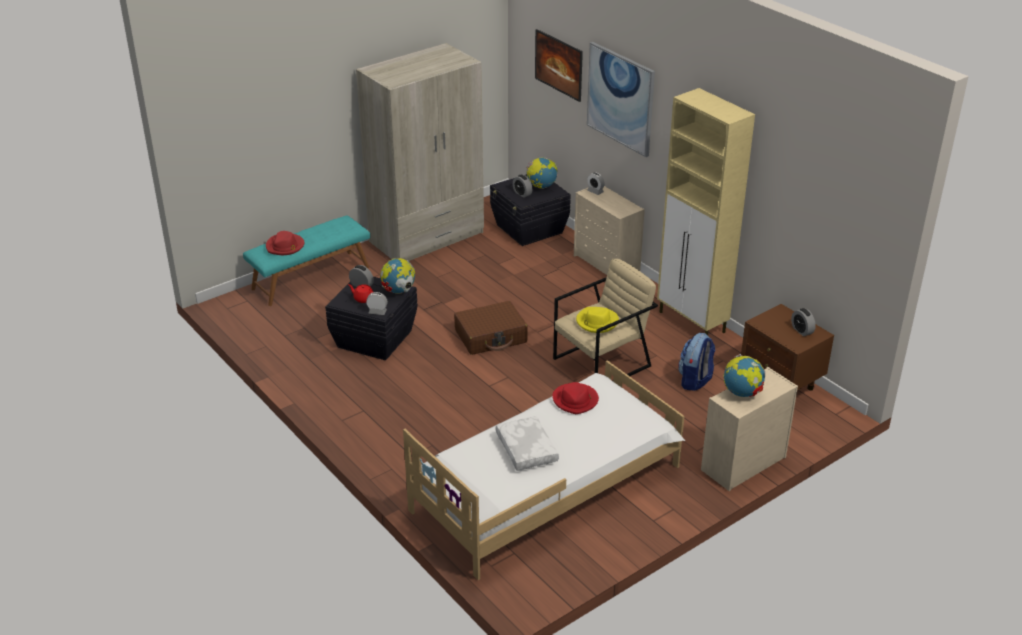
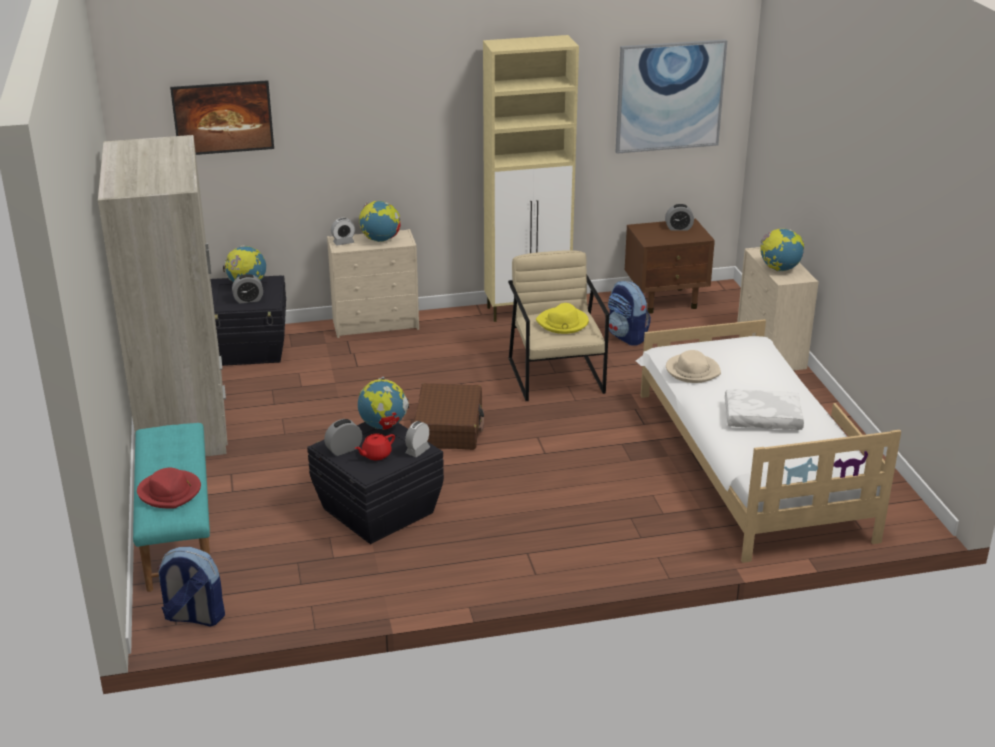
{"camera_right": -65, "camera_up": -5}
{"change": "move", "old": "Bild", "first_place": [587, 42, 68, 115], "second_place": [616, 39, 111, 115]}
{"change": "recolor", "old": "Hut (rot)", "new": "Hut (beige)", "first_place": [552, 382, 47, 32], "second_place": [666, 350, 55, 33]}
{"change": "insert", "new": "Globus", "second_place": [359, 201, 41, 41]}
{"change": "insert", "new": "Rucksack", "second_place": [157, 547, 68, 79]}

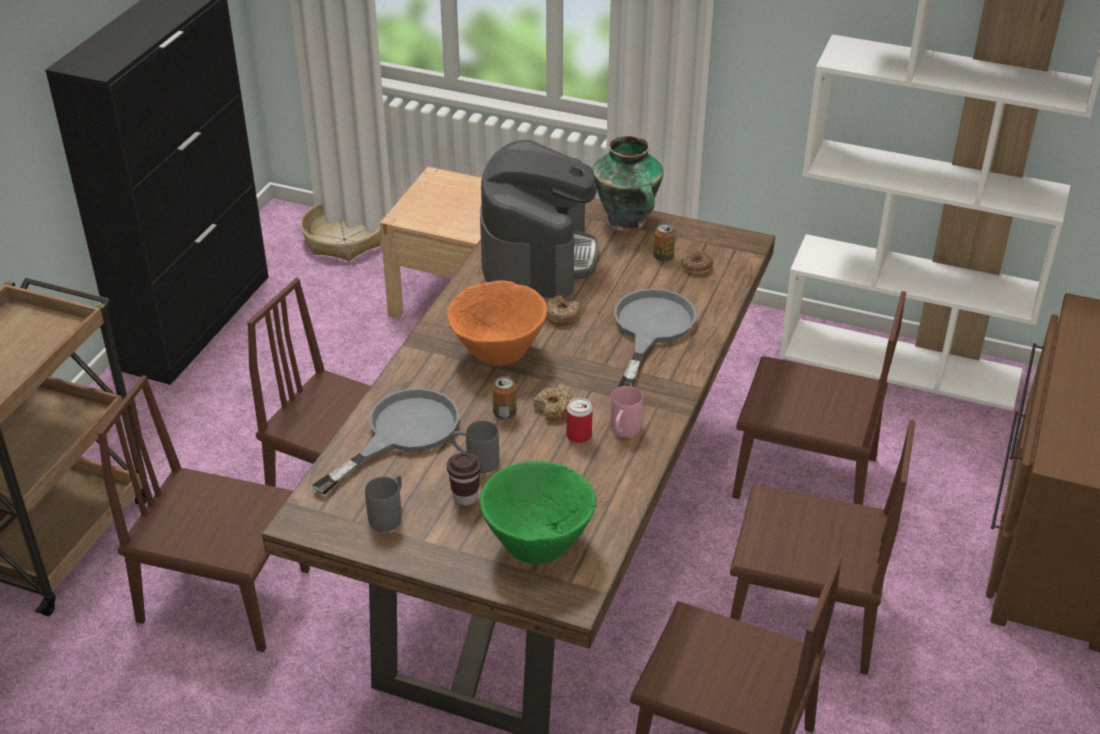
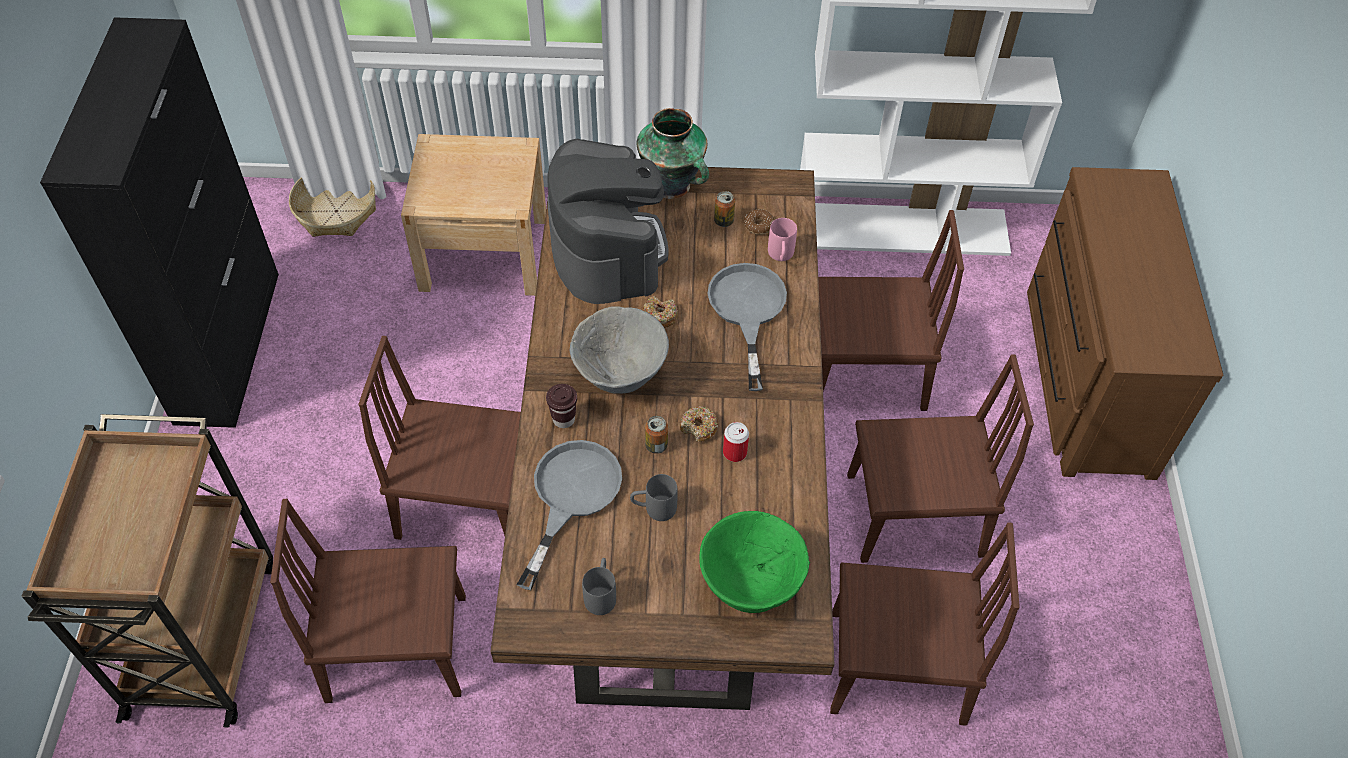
{"camera_right": -20, "camera_up": 15}
{"change": "recolor", "old": "Schüssel (orange)", "new": "Schüssel (grau)", "first_place": [447, 280, 100, 86], "second_place": [570, 306, 99, 88]}
{"change": "move", "old": "Henkelbecher (rosa)", "first_place": [610, 386, 33, 51], "second_place": [768, 218, 29, 43]}
{"change": "move", "old": "Tasse (braun)", "first_place": [447, 452, 34, 53], "second_place": [546, 384, 31, 44]}

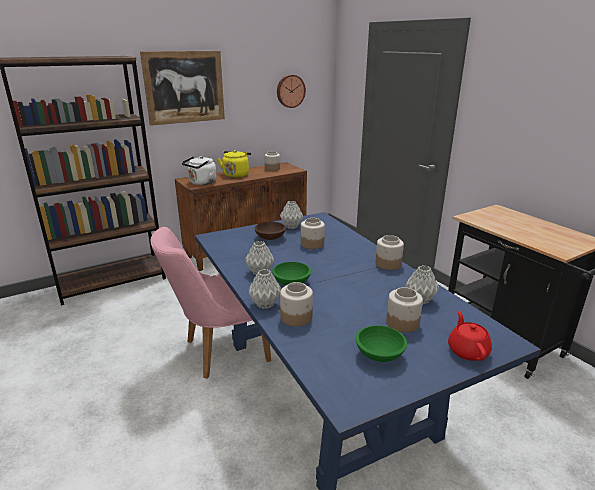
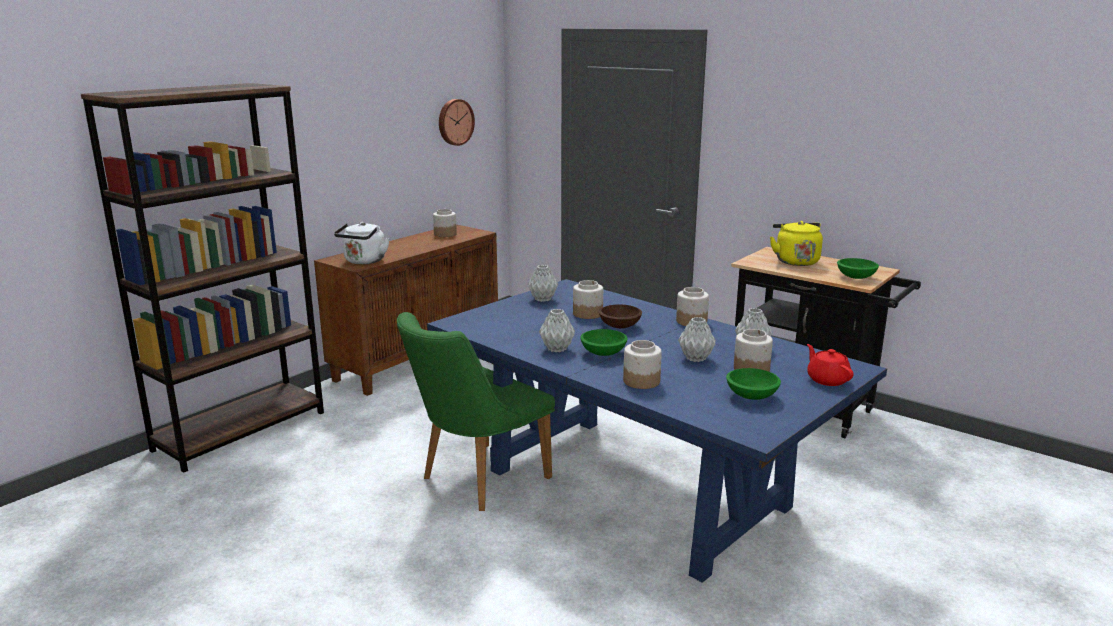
{"camera_right": -20, "camera_up": -5}
{"change": "delete", "old": "Bild", "first_place": [140, 51, 85, 75]}
{"change": "move", "old": "Wasserkessel (gelb)", "first_place": [217, 150, 34, 28], "second_place": [770, 221, 53, 45]}
{"change": "move", "old": "Schüssel (braun)", "first_place": [254, 222, 32, 18], "second_place": [599, 304, 43, 24]}
{"change": "recolor", "old": "Stuhl (rosa)", "new": "Stuhl (grün)", "first_place": [150, 227, 121, 152], "second_place": [397, 312, 158, 199]}
{"change": "move", "old": "Vase (grau)", "first_place": [248, 269, 33, 40], "second_place": [678, 317, 38, 45]}
{"change": "insert", "new": "Schüssel (grün)", "second_place": [837, 258, 42, 21]}

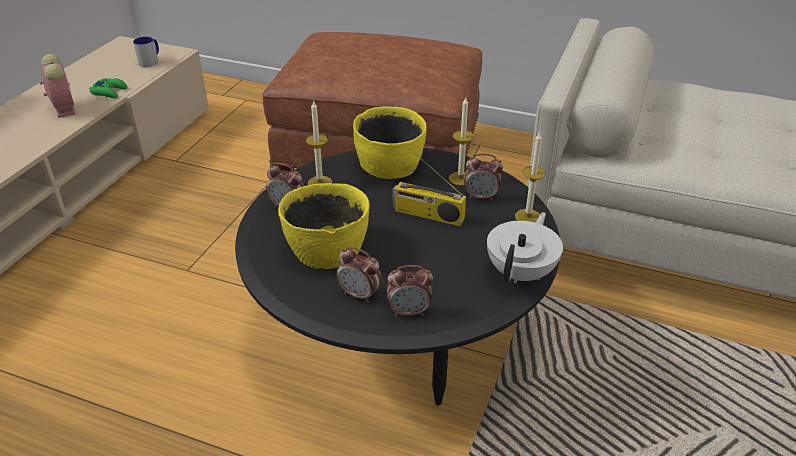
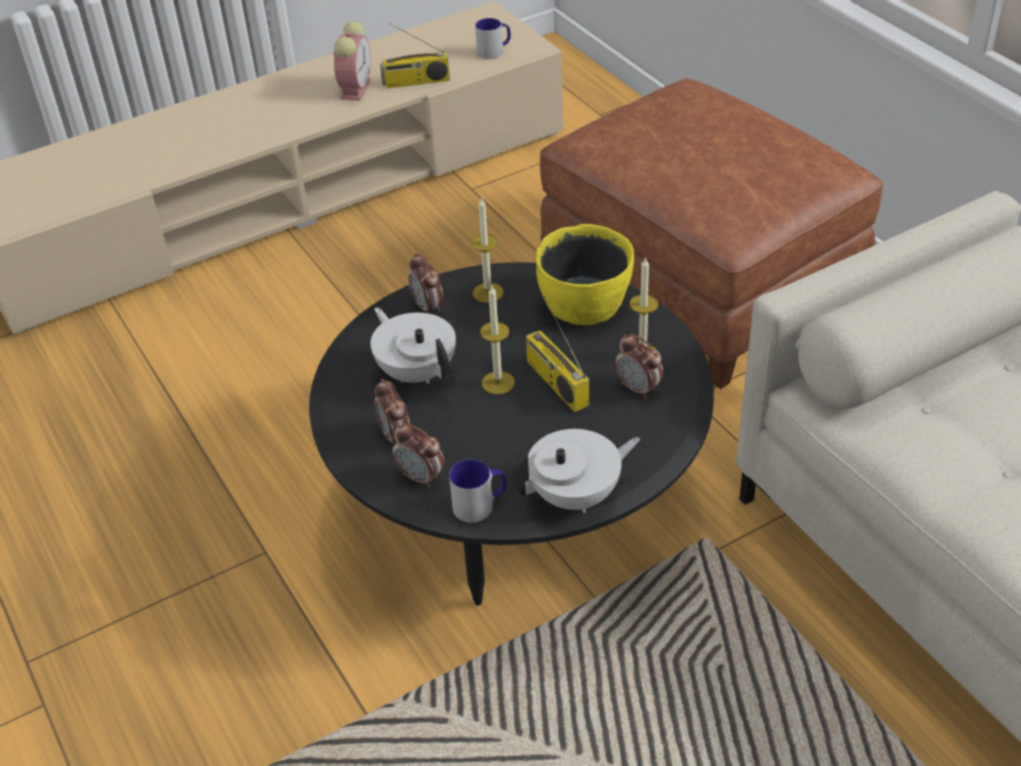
{"camera_right": 40, "camera_up": 5}
{"change": "replace", "old": "Gamepad (grün)", "new": "Radio", "first_place": [89, 78, 38, 20], "second_place": [380, 23, 70, 65]}
{"change": "move", "old": "Kerze", "first_place": [515, 132, 31, 91], "second_place": [480, 286, 35, 108]}
{"change": "replace", "old": "Schüssel (gelb)", "new": "Teekanne (weiß)", "first_place": [278, 183, 92, 86], "second_place": [370, 307, 86, 76]}
{"change": "insert", "new": "Henkelbecher", "second_place": [449, 459, 58, 64]}

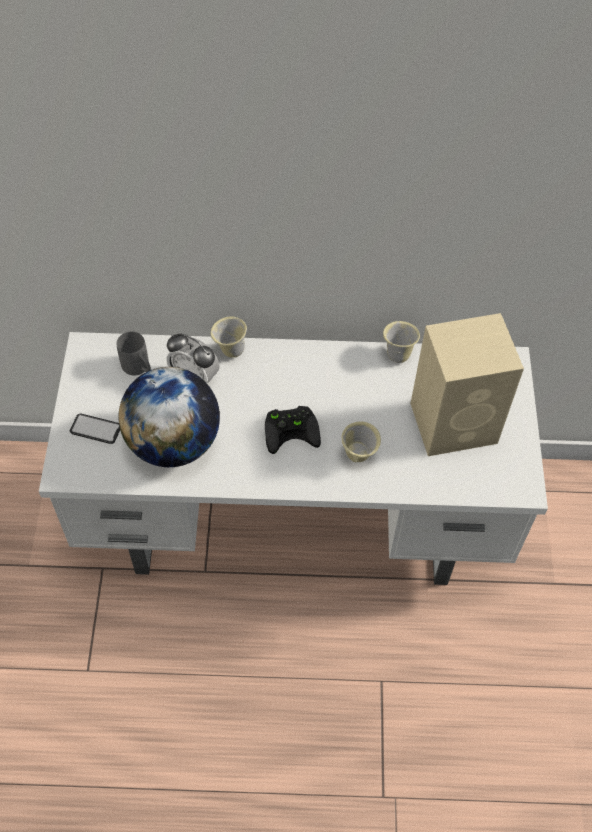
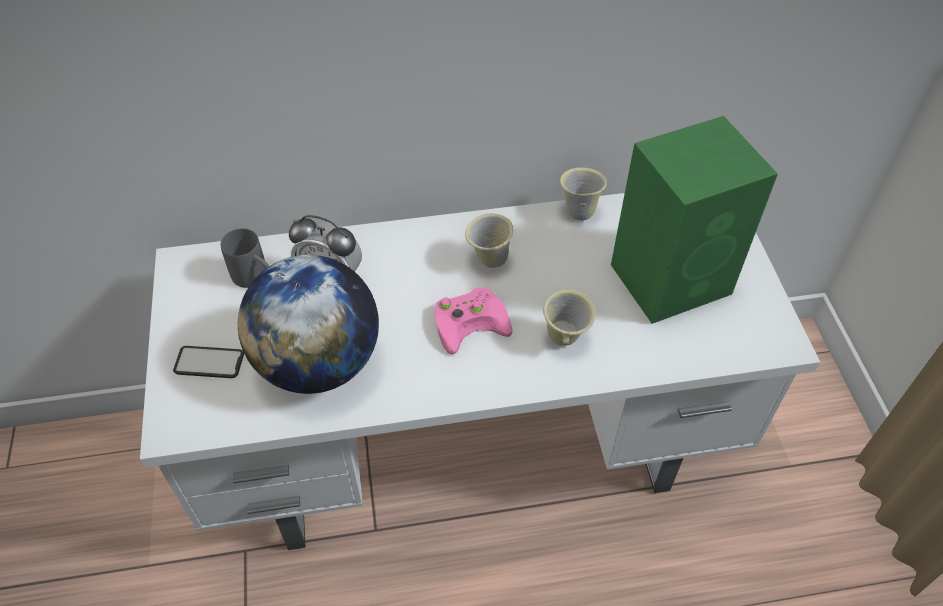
{"camera_right": -10, "camera_up": -5}
{"change": "recolor", "old": "Lautsprecher (beige)", "new": "Lautsprecher (grün)", "first_place": [410, 313, 114, 143], "second_place": [611, 116, 167, 208]}
{"change": "move", "old": "Henkelbecher (beige)", "first_place": [210, 316, 37, 42], "second_place": [465, 213, 48, 55]}
{"change": "recolor", "old": "Gamepad (schwarz)", "new": "Gamepad (rosa)", "first_place": [265, 406, 56, 48], "second_place": [435, 288, 77, 66]}

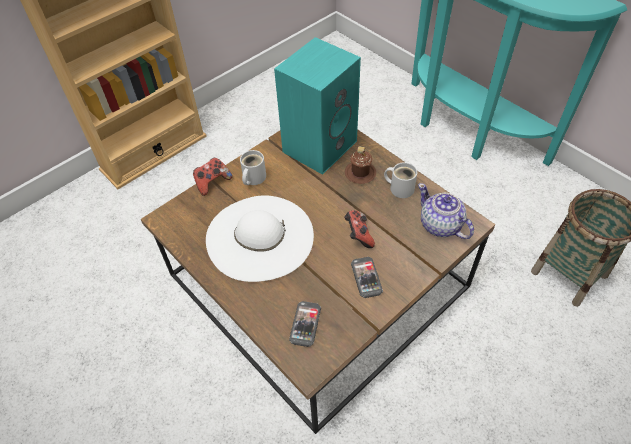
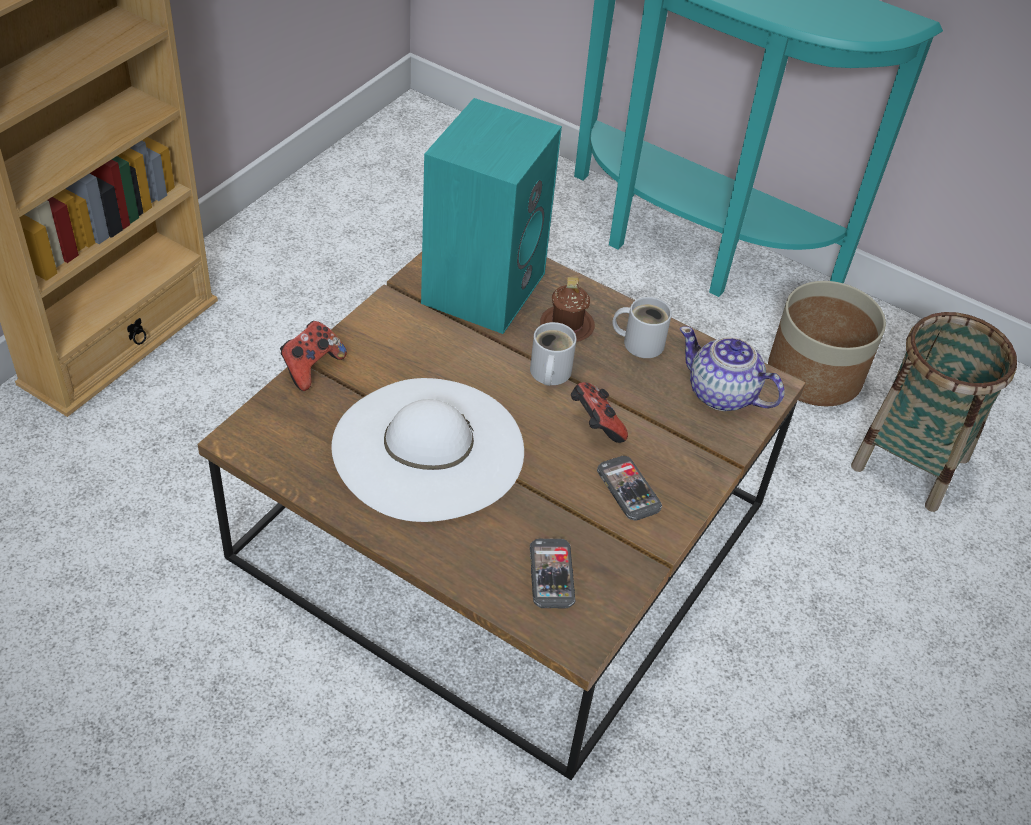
{"camera_right": -20, "camera_up": -5}
{"change": "move", "old": "Henkelbecher (weiß)", "first_place": [240, 150, 26, 35], "second_place": [530, 322, 47, 64]}
{"change": "insert", "new": "Pflanzkübel", "second_place": [768, 281, 118, 125]}

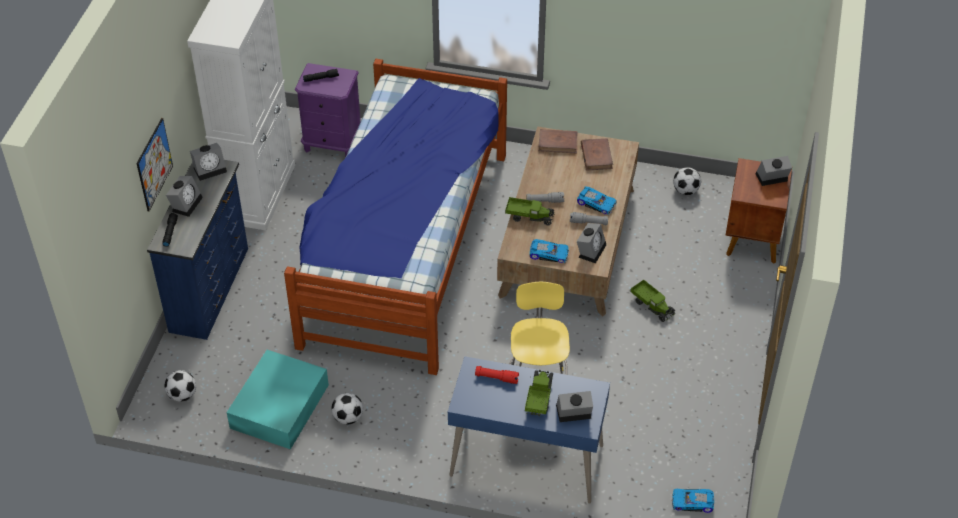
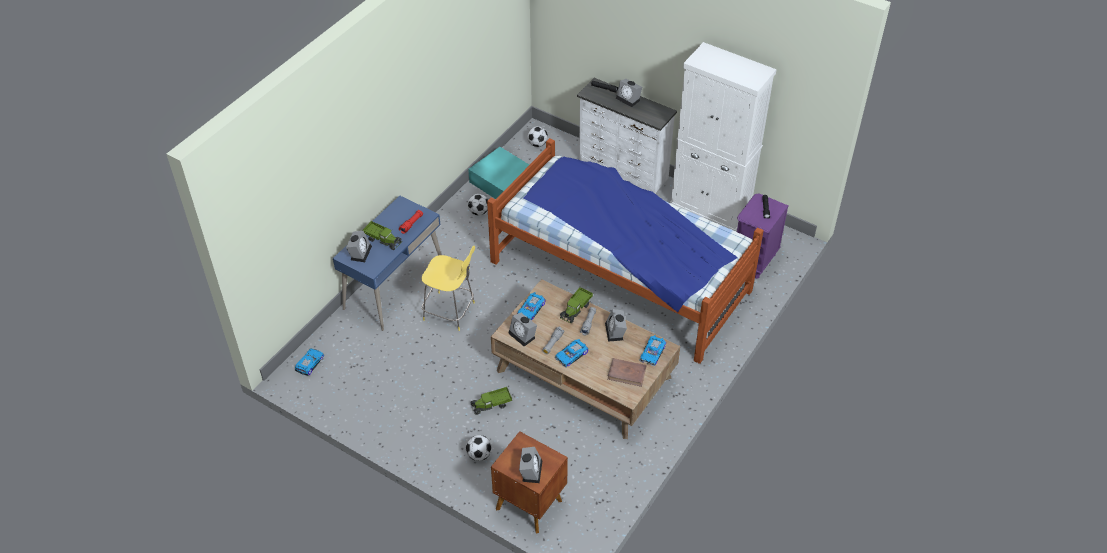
{"camera_right": 110, "camera_up": 0}
{"change": "delete", "old": "Bild", "first_place": [136, 118, 37, 94]}
{"change": "replace", "old": "Buch (braun)", "new": "Spielzeugauto", "first_place": [538, 129, 40, 25], "second_place": [639, 335, 27, 31]}
{"change": "move", "old": "Wecker", "first_place": [190, 143, 37, 38], "second_place": [605, 309, 22, 33]}
{"change": "recolor", "old": "Kommode (blau)", "new": "Kommode (weiß)", "first_place": [147, 160, 101, 180], "second_place": [577, 78, 100, 115]}
{"change": "move", "old": "Fußball", "first_place": [673, 167, 28, 28], "second_place": [466, 435, 26, 26]}

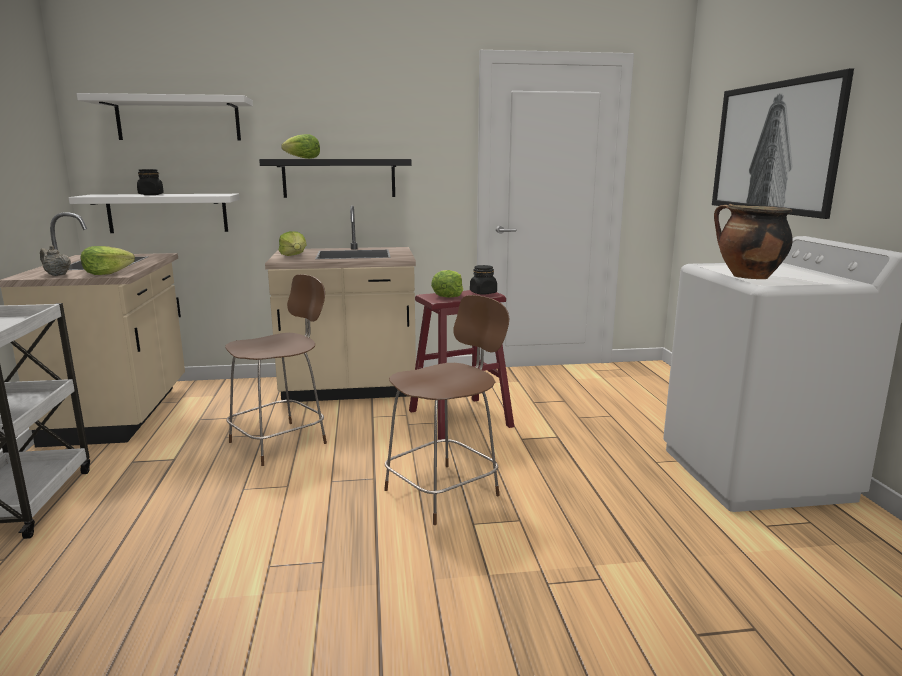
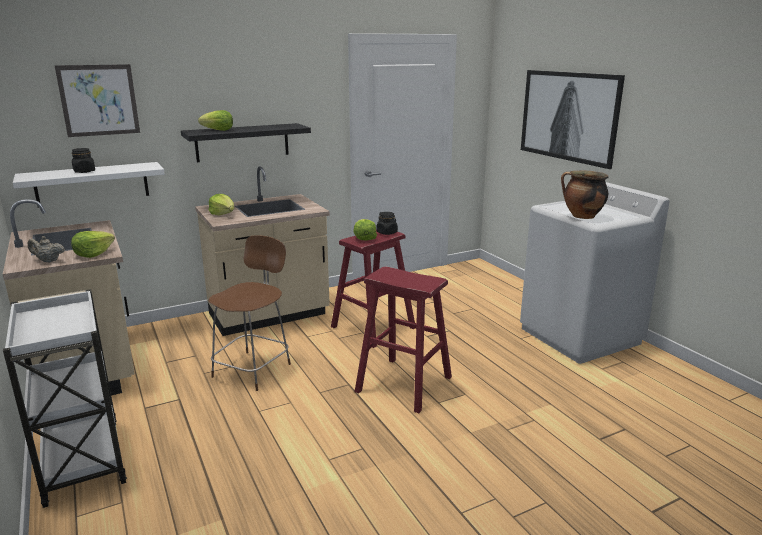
{"camera_right": -20, "camera_up": 5}
{"change": "replace", "old": "Wandregal (weiß)", "new": "Bild", "first_place": [77, 93, 176, 48], "second_place": [55, 64, 85, 73]}
{"change": "replace", "old": "Stuhl (braun)", "new": "Hocker (rot)", "first_place": [384, 295, 125, 230], "second_place": [354, 267, 98, 146]}

